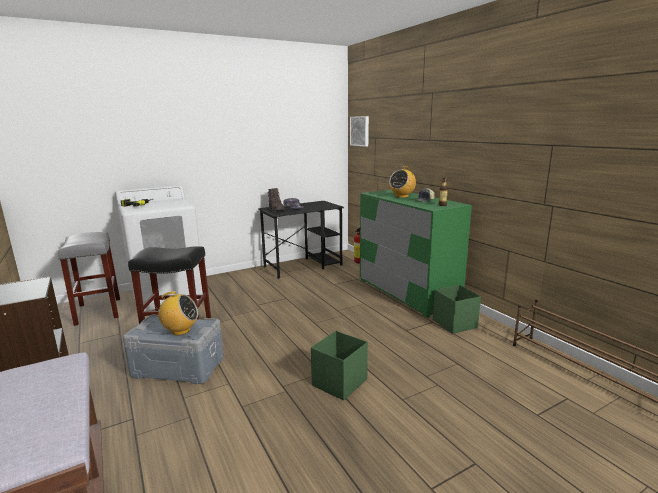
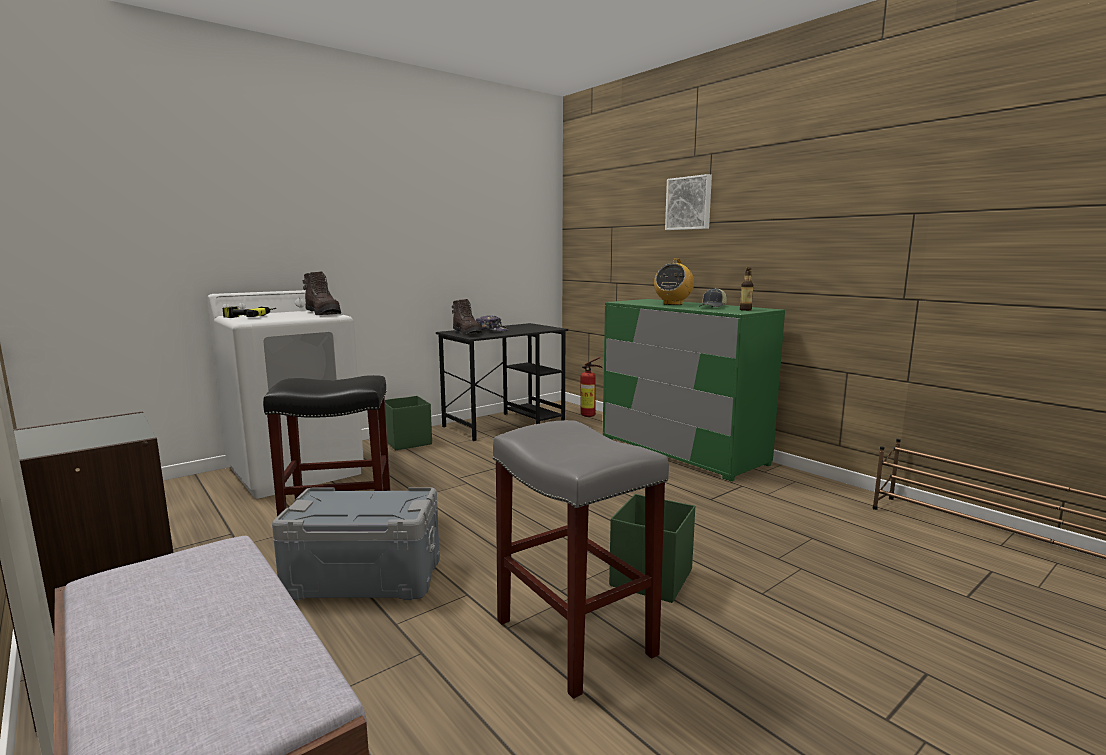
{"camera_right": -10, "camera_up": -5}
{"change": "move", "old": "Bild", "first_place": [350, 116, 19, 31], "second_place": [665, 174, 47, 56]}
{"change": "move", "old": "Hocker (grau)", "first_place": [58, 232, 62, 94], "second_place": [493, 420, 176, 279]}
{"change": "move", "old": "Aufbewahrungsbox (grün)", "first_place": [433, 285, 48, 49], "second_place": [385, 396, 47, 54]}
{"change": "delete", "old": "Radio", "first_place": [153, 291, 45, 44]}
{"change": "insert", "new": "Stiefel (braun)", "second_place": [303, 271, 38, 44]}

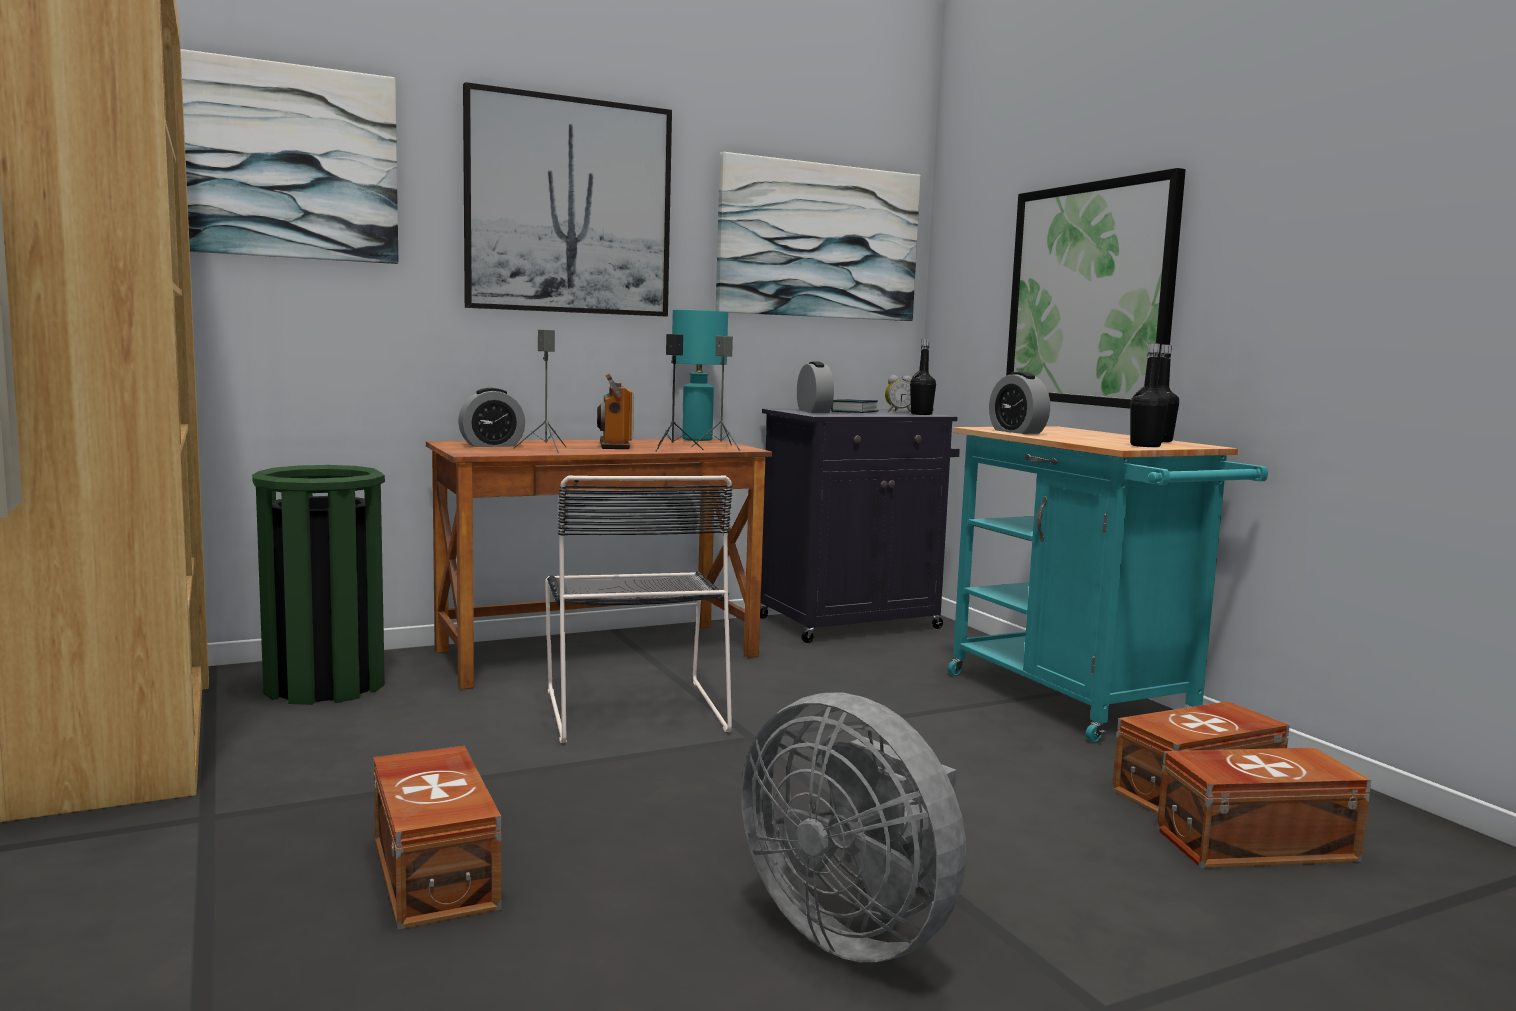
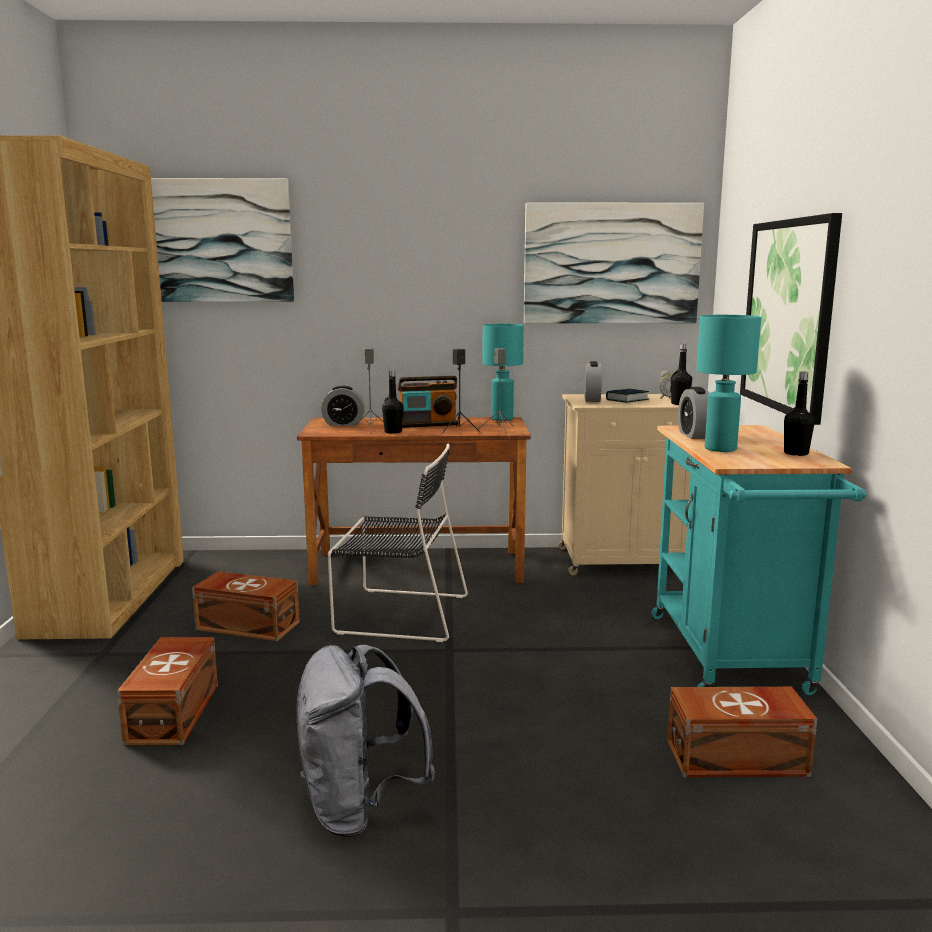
{"camera_right": 25, "camera_up": 5}
{"change": "delete", "old": "Bild", "first_place": [463, 82, 209, 234]}
{"change": "move", "old": "Flasche (schwarz)", "first_place": [1130, 343, 38, 104], "second_place": [382, 370, 22, 64]}
{"change": "rotate", "old": "Radio", "first_place": [597, 374, 37, 75], "second_place": [398, 376, 61, 52], "degrees": -120}
{"change": "recolor", "old": "Schrank (schwarz)", "new": "Schrank (beige)", "first_place": [760, 409, 200, 234], "second_place": [558, 394, 133, 181]}
{"change": "delete", "old": "Mülleimer (grün)", "first_place": [252, 465, 133, 240]}
{"change": "rotate", "old": "Stuhl (schwarz)", "first_place": [545, 475, 188, 268], "second_place": [328, 444, 140, 198], "degrees": -90}
{"change": "replace", "old": "Ventilator (grau)", "new": "Rucksack (grau)", "first_place": [741, 693, 225, 269], "second_place": [297, 645, 138, 192]}
{"change": "move", "old": "Aufbewahrungsbox (braun)", "first_place": [1157, 748, 214, 120], "second_place": [192, 571, 108, 70]}
{"change": "insert", "new": "Tischlampe (türkis)", "second_place": [697, 315, 64, 137]}

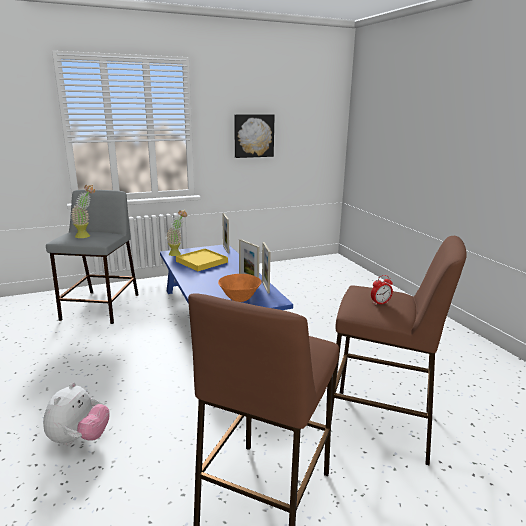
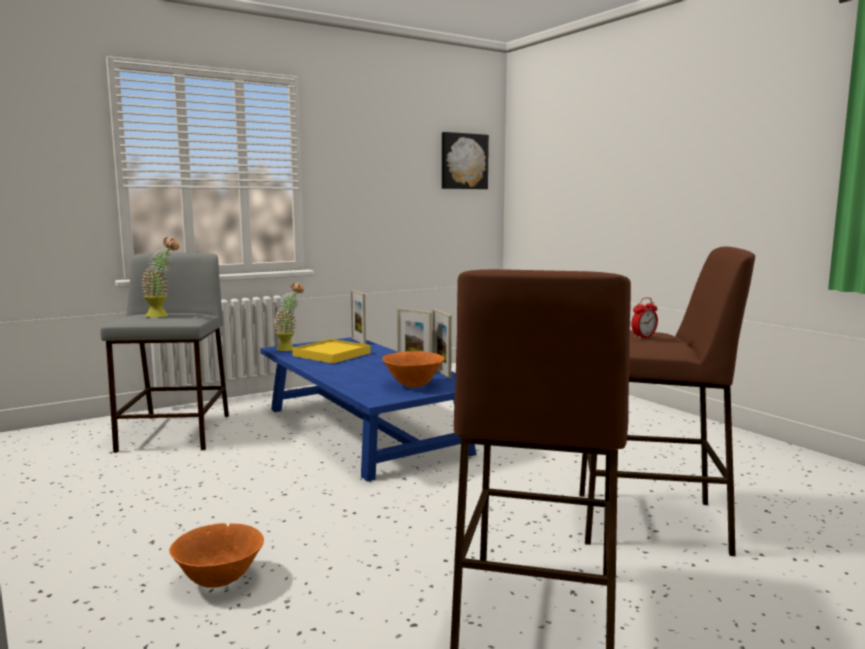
{"camera_right": -10, "camera_up": -10}
{"change": "move", "old": "Bild", "first_place": [234, 114, 41, 44], "second_place": [442, 132, 47, 57]}
{"change": "replace", "old": "Plüschtier", "new": "Schüssel (orange)", "first_place": [43, 382, 67, 63], "second_place": [169, 523, 95, 65]}

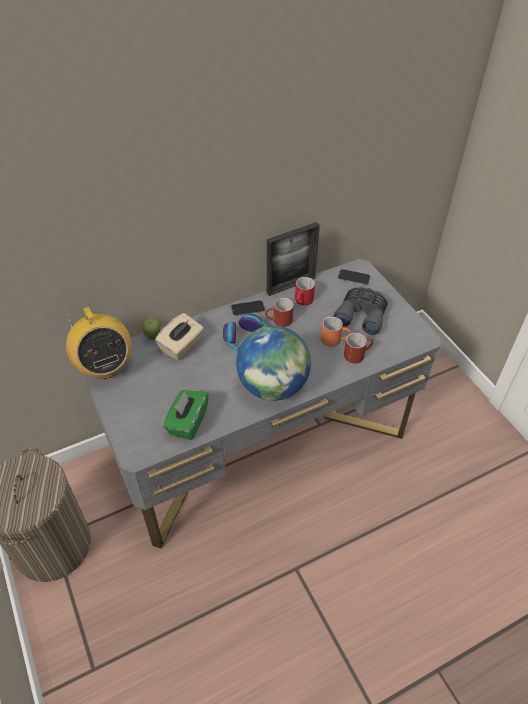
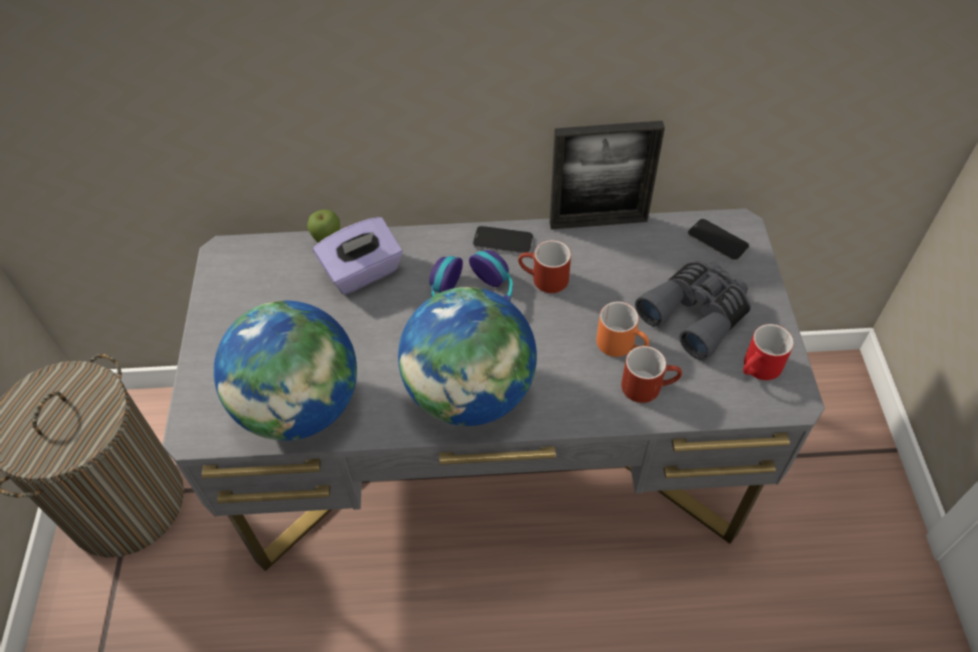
{"camera_right": 25, "camera_up": 5}
{"change": "move", "old": "Henkelbecher (rot)", "first_place": [295, 277, 20, 28], "second_place": [743, 324, 51, 56]}
{"change": "delete", "old": "Radio", "first_place": [66, 307, 66, 72]}
{"change": "recolor", "old": "Taschentuchbox (beige)", "new": "Taschentuchbox (lila)", "first_place": [155, 313, 49, 48], "second_place": [313, 217, 90, 78]}
{"change": "replace", "old": "Taschentuchbox (grün)", "new": "Globus", "first_place": [163, 390, 46, 50], "second_place": [214, 301, 143, 140]}

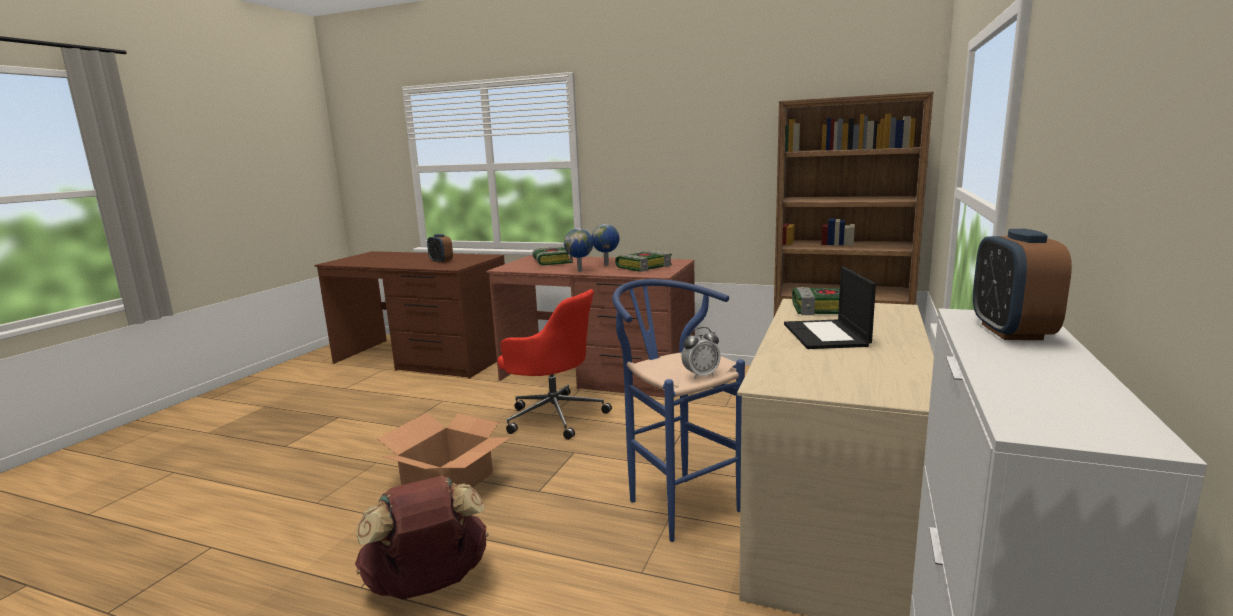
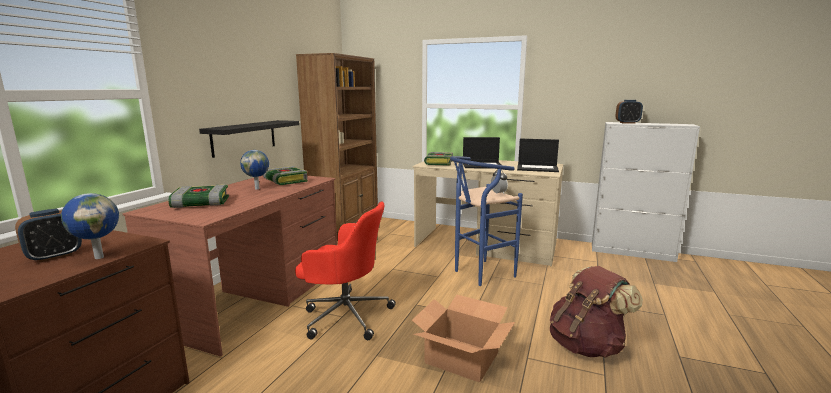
{"camera_right": -90, "camera_up": 0}
{"change": "move", "old": "Globus", "first_place": [564, 228, 29, 44], "second_place": [61, 193, 58, 66]}
{"change": "rotate", "old": "Bürostuhl (rot)", "first_place": [498, 289, 114, 151], "second_place": [295, 201, 101, 139], "degrees": 75}
{"change": "insert", "new": "Wandregal (schwarz)", "second_place": [199, 120, 100, 38]}
{"change": "insert", "new": "Laptop", "second_place": [517, 139, 42, 33]}

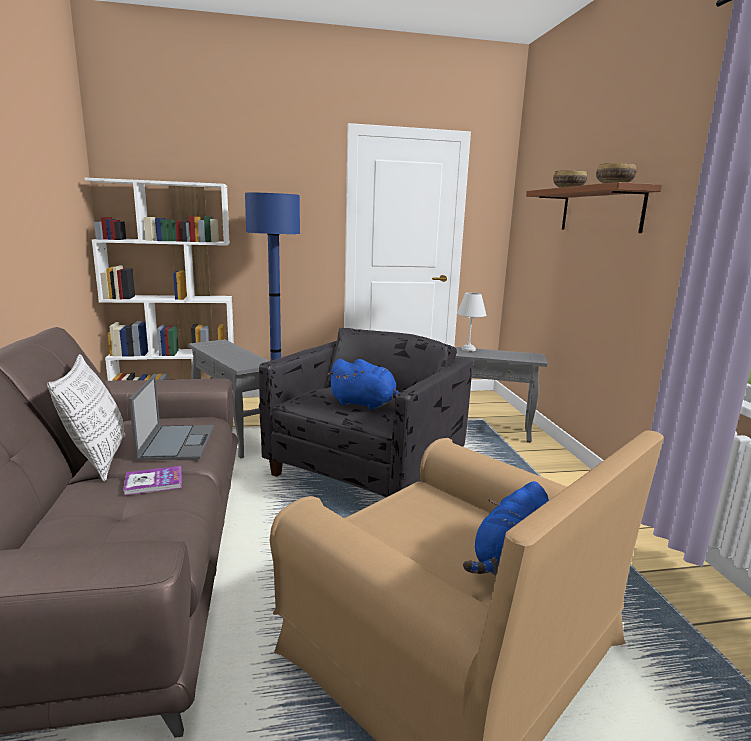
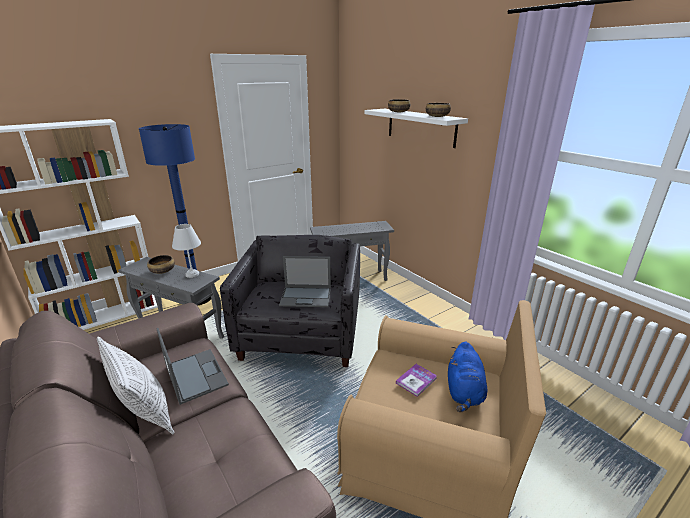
{"camera_right": -25, "camera_up": 10}
{"change": "recolor", "old": "Wandregal (braun)", "new": "Wandregal (weiß)", "first_place": [526, 182, 136, 51], "second_place": [365, 109, 103, 39]}
{"change": "move", "old": "Tischlampe (weiß)", "first_place": [457, 292, 29, 59], "second_place": [172, 224, 29, 54]}
{"change": "replace", "old": "Plüschtier (blau)", "new": "Laptop", "first_place": [327, 359, 72, 51], "second_place": [279, 256, 52, 51]}
{"change": "move", "old": "Buch", "first_place": [123, 466, 59, 30], "second_place": [396, 364, 41, 33]}
{"change": "insert", "new": "Schüssel", "second_place": [147, 255, 28, 19]}

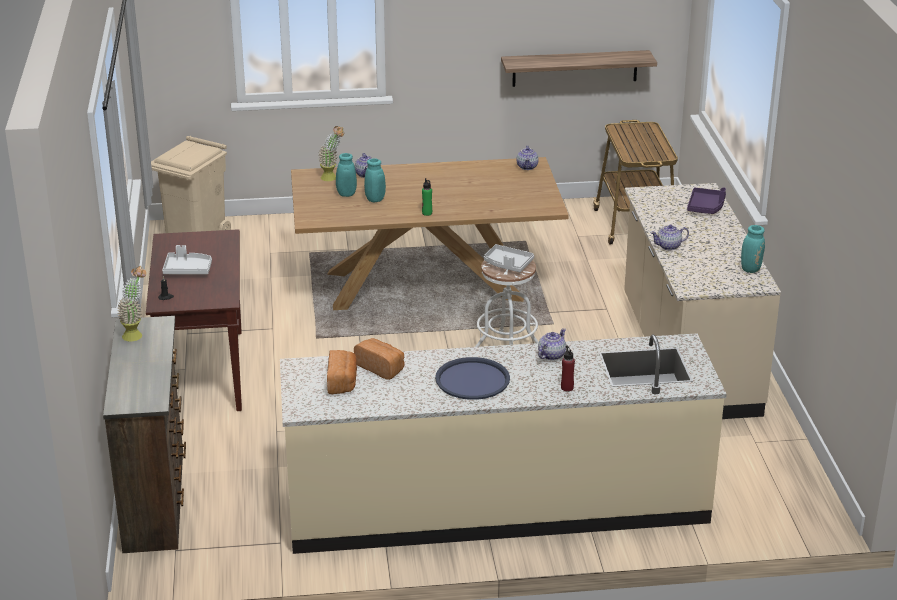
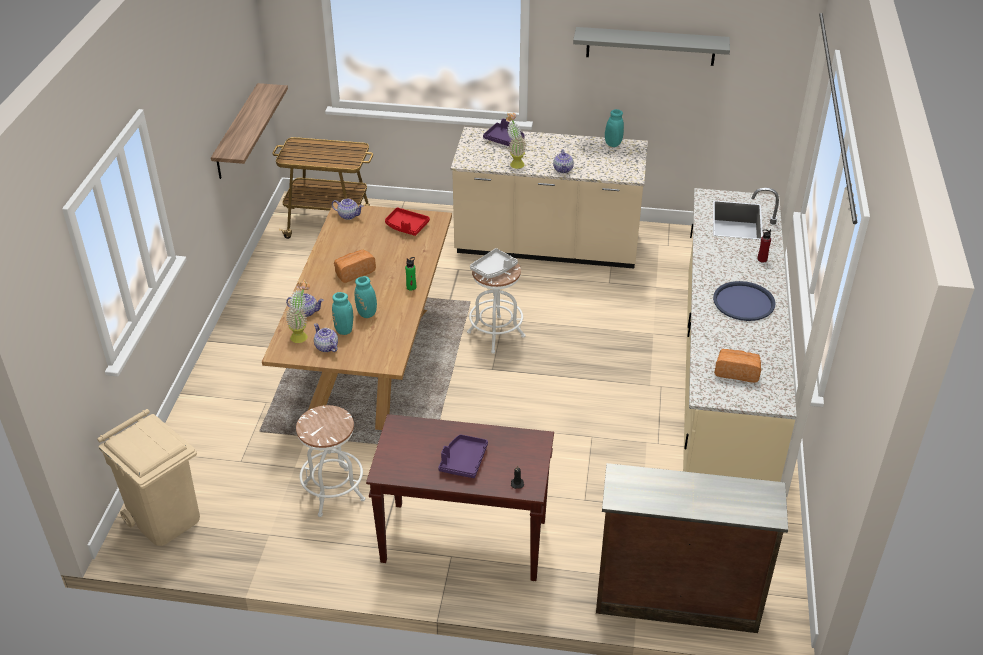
{"camera_right": -75, "camera_up": 10}
{"change": "recolor", "old": "Tablett (weiß)", "new": "Tablett (lila)", "first_place": [162, 245, 50, 30], "second_place": [438, 434, 50, 44]}
{"change": "move", "old": "Topfpflanze", "first_place": [117, 265, 29, 76], "second_place": [506, 113, 20, 56]}
{"change": "move", "old": "Teekanne", "first_place": [538, 328, 28, 32], "second_place": [314, 323, 24, 29]}
{"change": "move", "old": "Brot", "first_place": [354, 338, 50, 42], "second_place": [334, 249, 42, 34]}
{"change": "insert", "new": "Wandregal (grau)", "second_place": [573, 27, 157, 39]}
{"change": "insert", "new": "Tablett (rot)", "second_place": [385, 207, 45, 29]}
{"change": "insert", "new": "Hocker (weiß)", "second_place": [296, 405, 69, 112]}

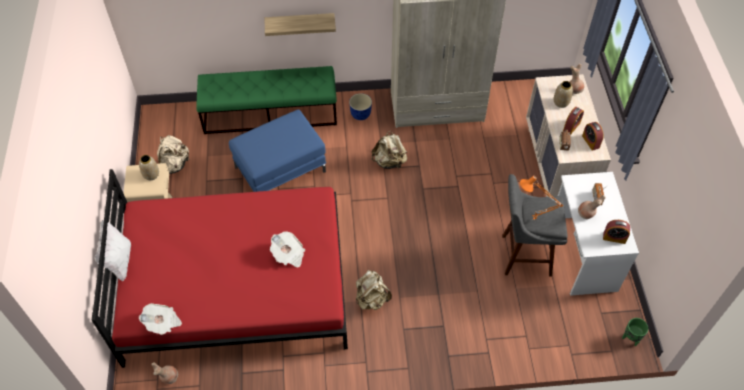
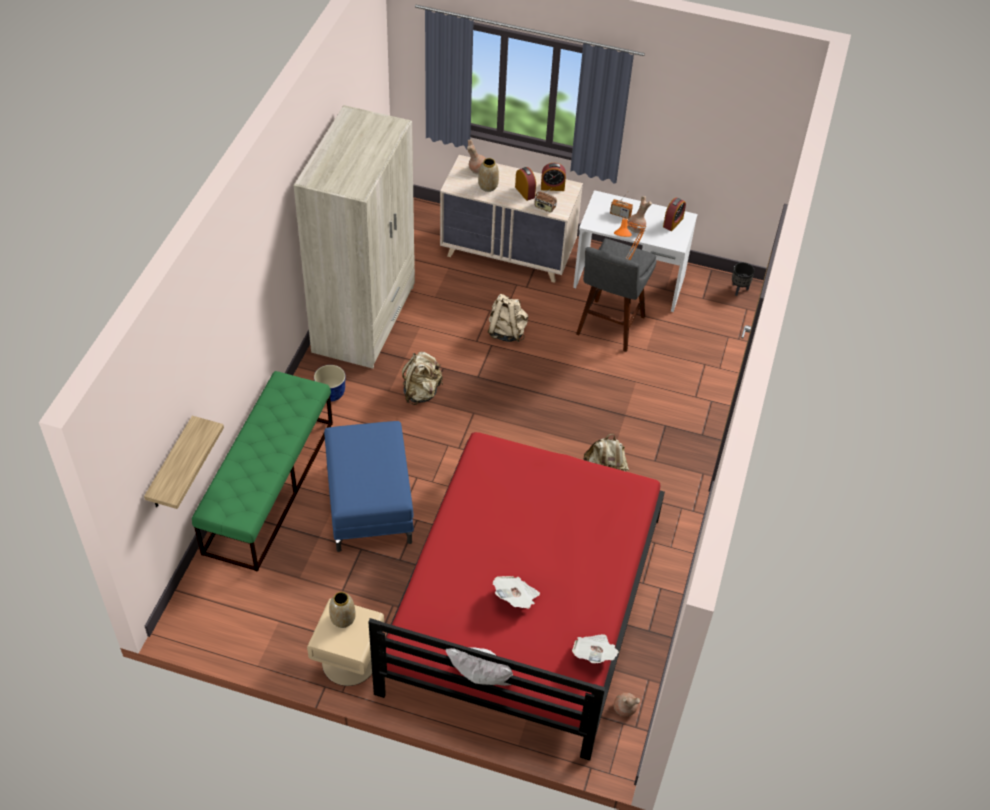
{"camera_right": -70, "camera_up": -5}
{"change": "move", "old": "Wandregal", "first_place": [265, 13, 71, 23], "second_place": [144, 416, 80, 93]}
{"change": "move", "old": "Rucksack (beige)", "first_place": [157, 135, 32, 39], "second_place": [488, 294, 40, 48]}
{"change": "move", "old": "Zeitung", "first_place": [270, 231, 36, 37], "second_place": [493, 576, 47, 33]}
{"change": "recolor", "old": "Pflanzkübel (grün)", "new": "Pflanzkübel (schwarz)", "first_place": [622, 318, 26, 28], "second_place": [732, 262, 23, 34]}

